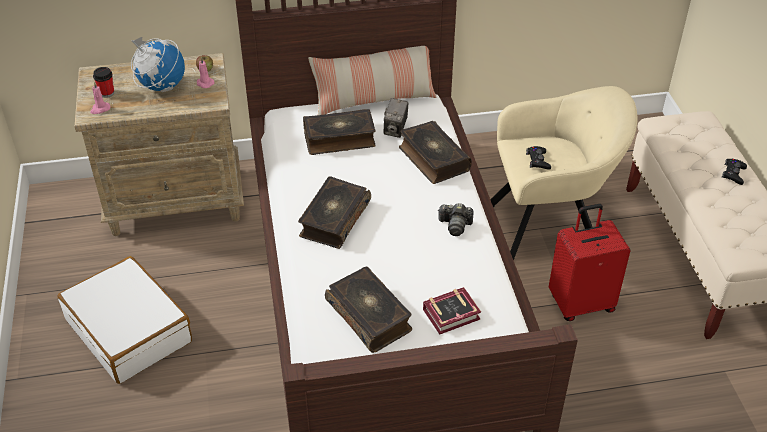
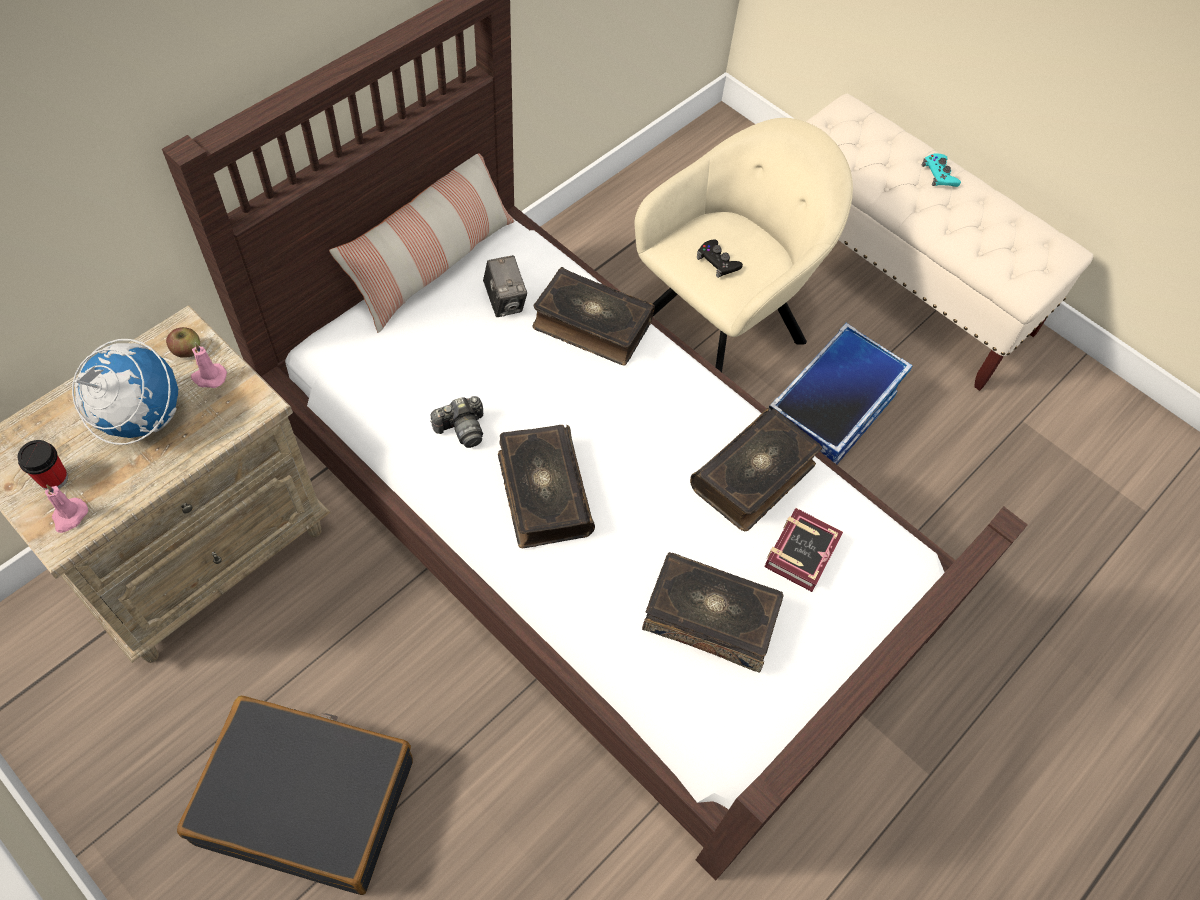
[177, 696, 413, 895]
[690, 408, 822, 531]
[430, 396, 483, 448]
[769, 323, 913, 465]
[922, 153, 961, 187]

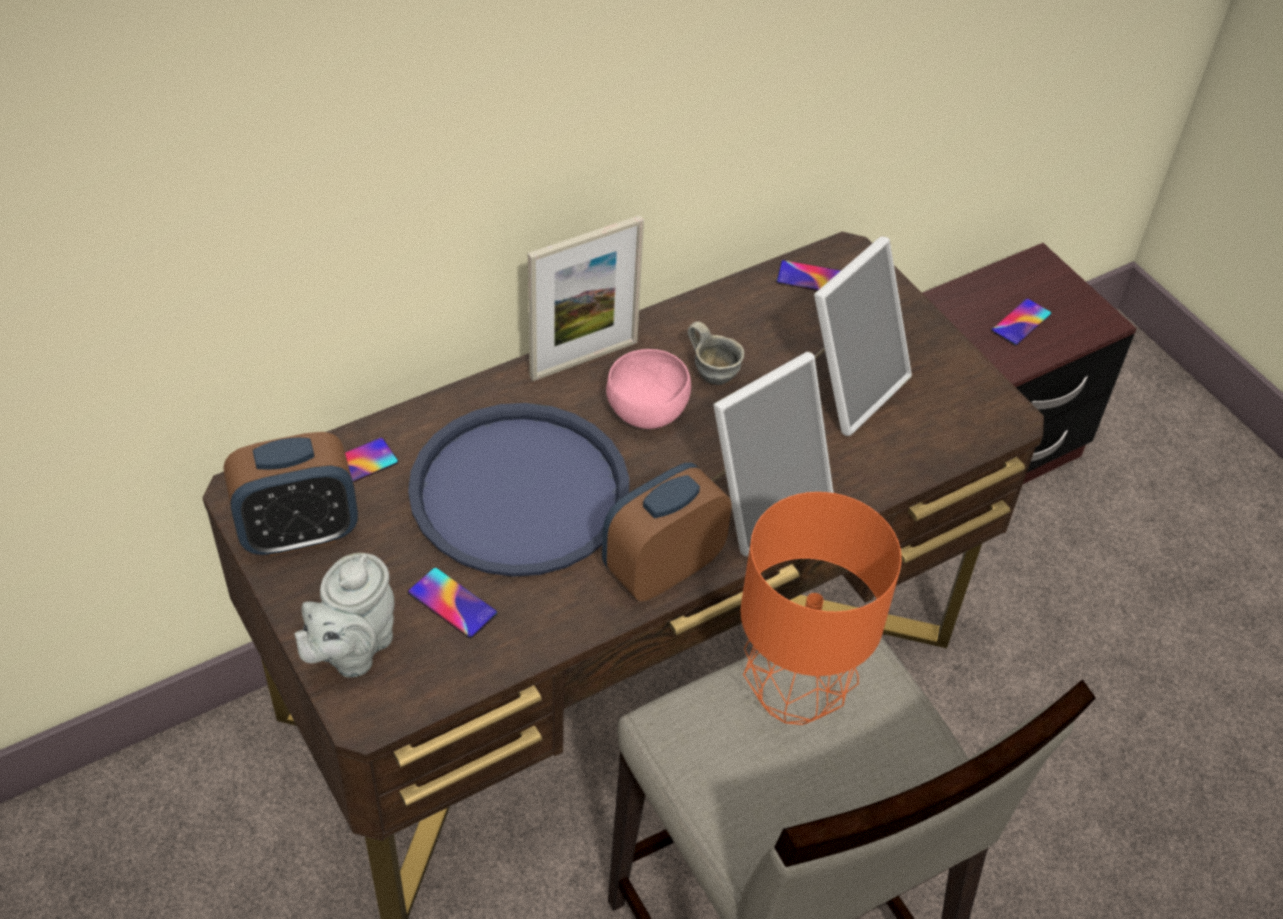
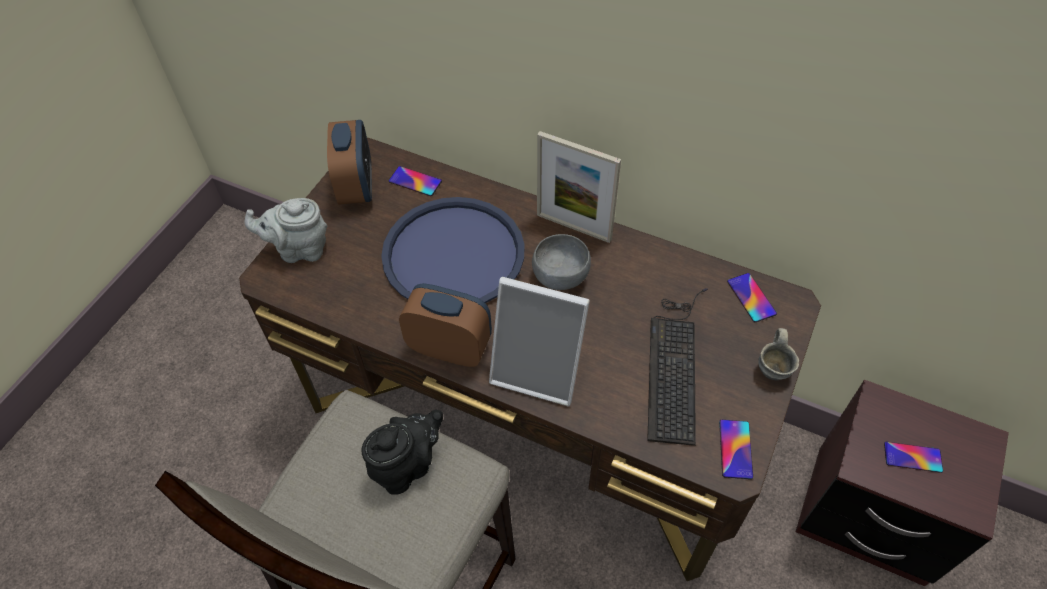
[327, 120, 372, 205]
[719, 420, 753, 479]
[532, 234, 591, 290]
[758, 328, 799, 380]
[361, 410, 443, 495]
[647, 288, 708, 446]

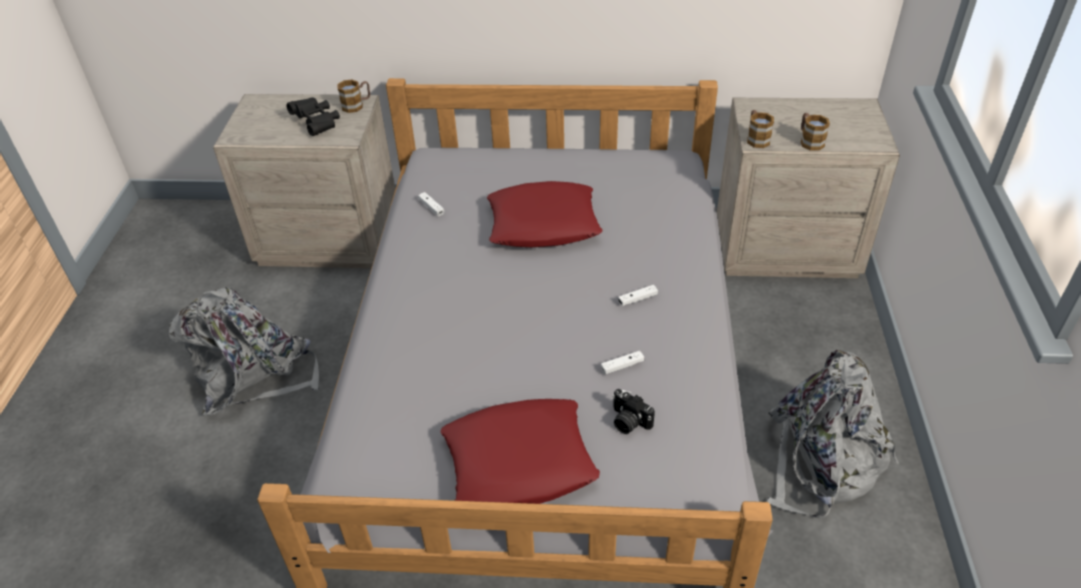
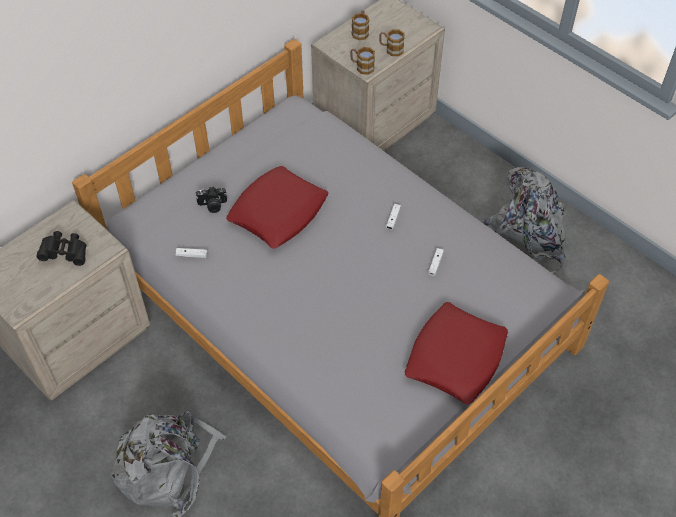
[352, 10, 369, 40]
[196, 187, 227, 213]

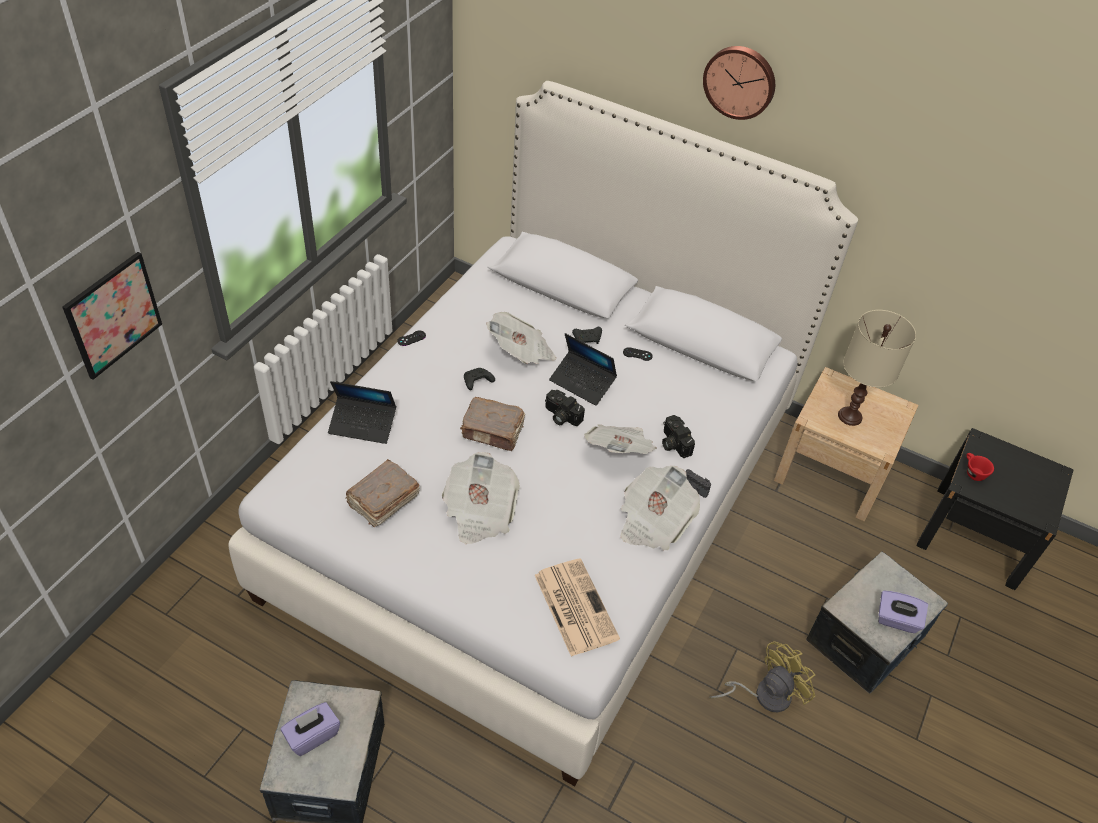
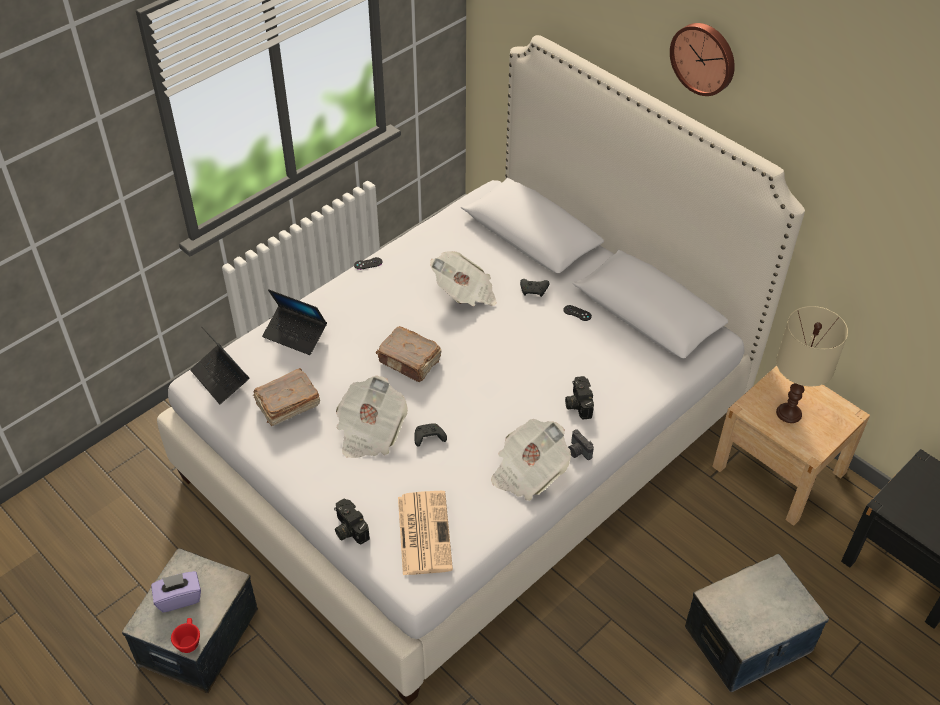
[62, 252, 162, 380] (first image)
[414, 423, 447, 447]
[334, 499, 370, 544]
[190, 327, 249, 404]
[584, 424, 657, 454] (first image)
[709, 641, 816, 712] (first image)
[878, 590, 928, 633] (first image)
[171, 618, 200, 653]

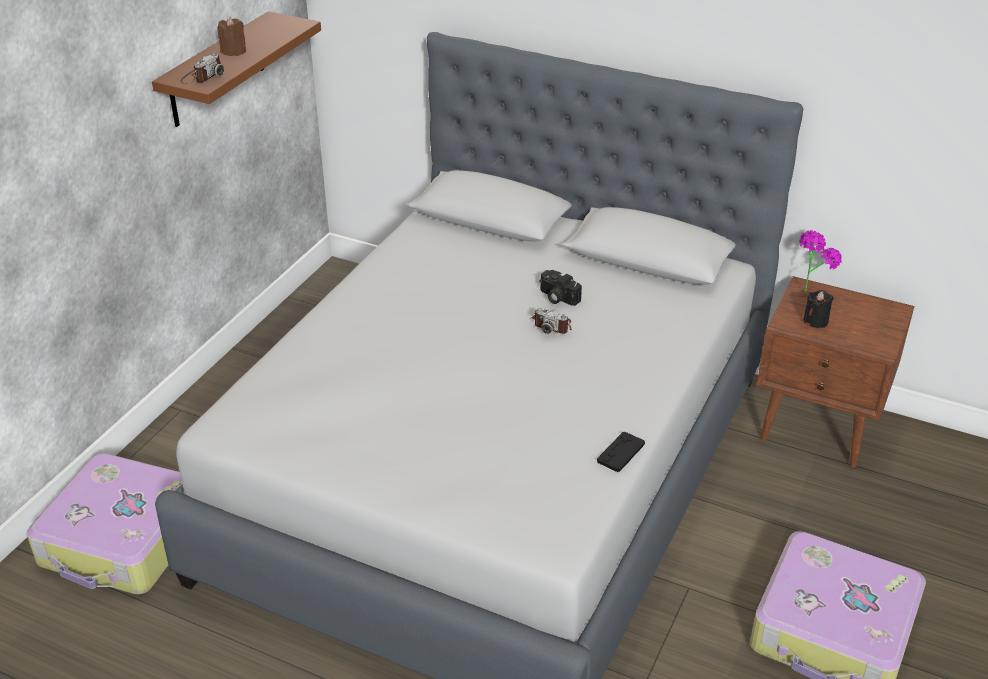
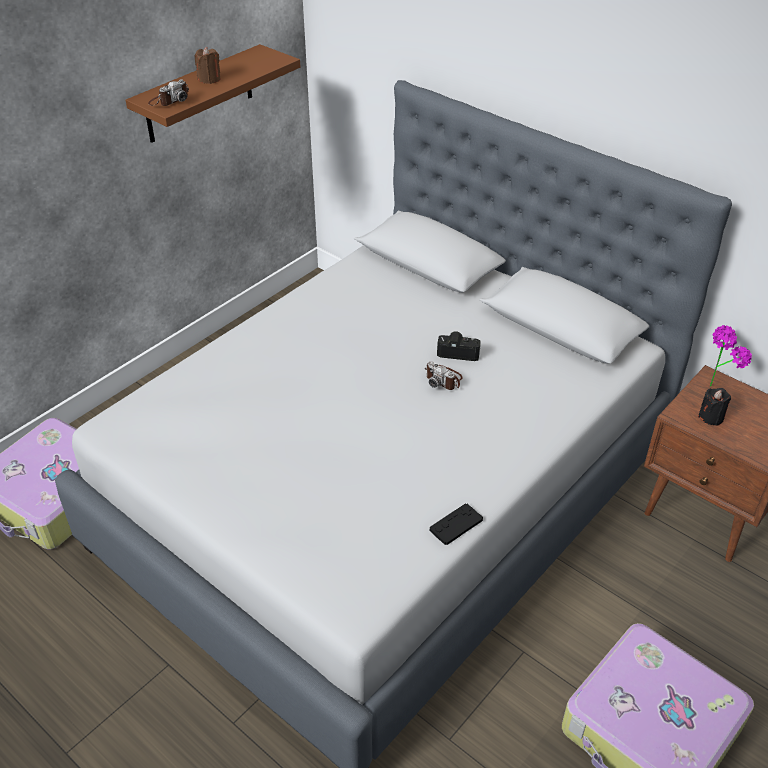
[437, 331, 481, 361]

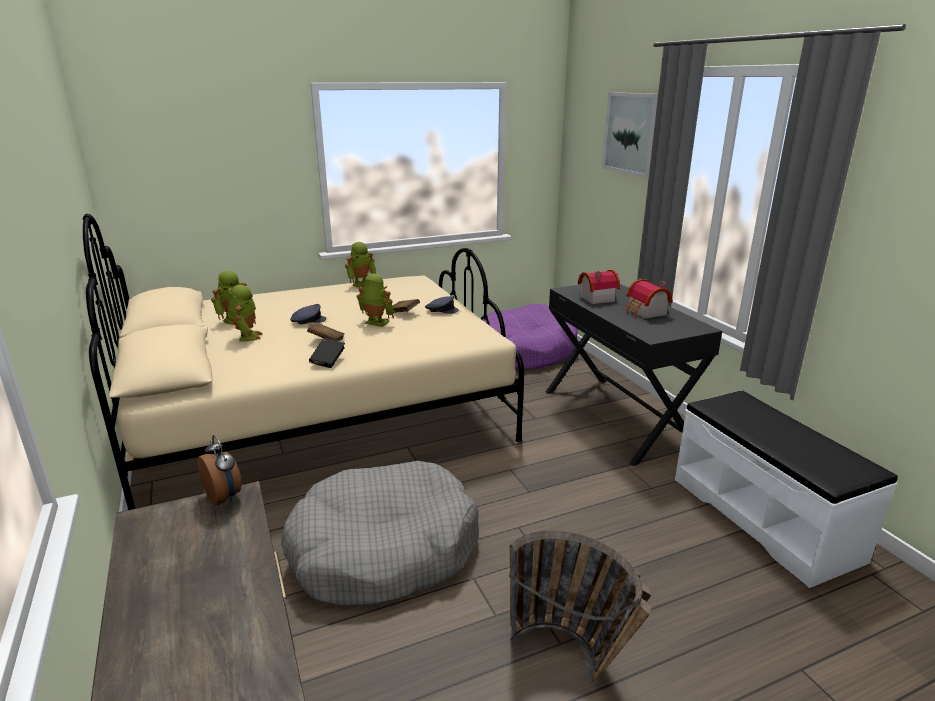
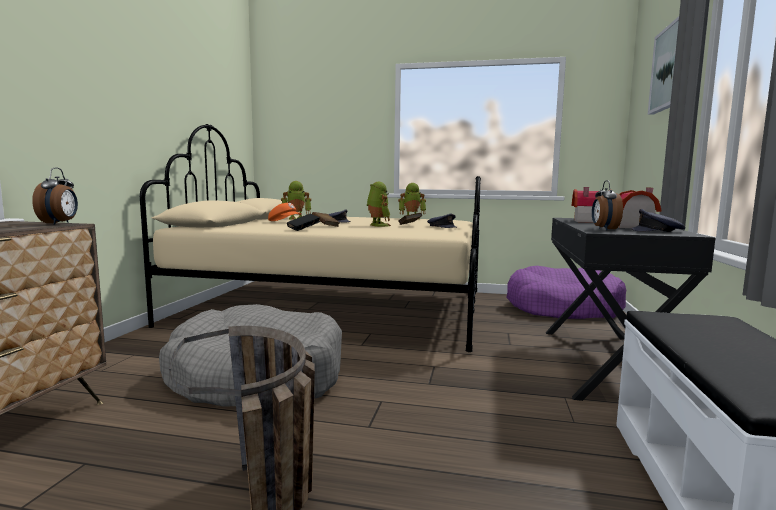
[268, 203, 302, 221]
[592, 180, 623, 230]
[631, 209, 686, 232]

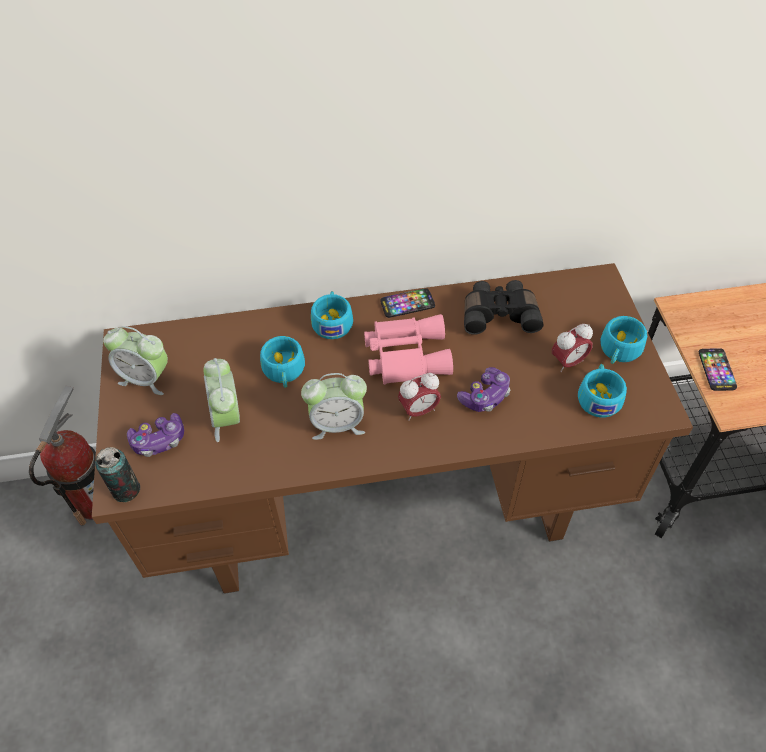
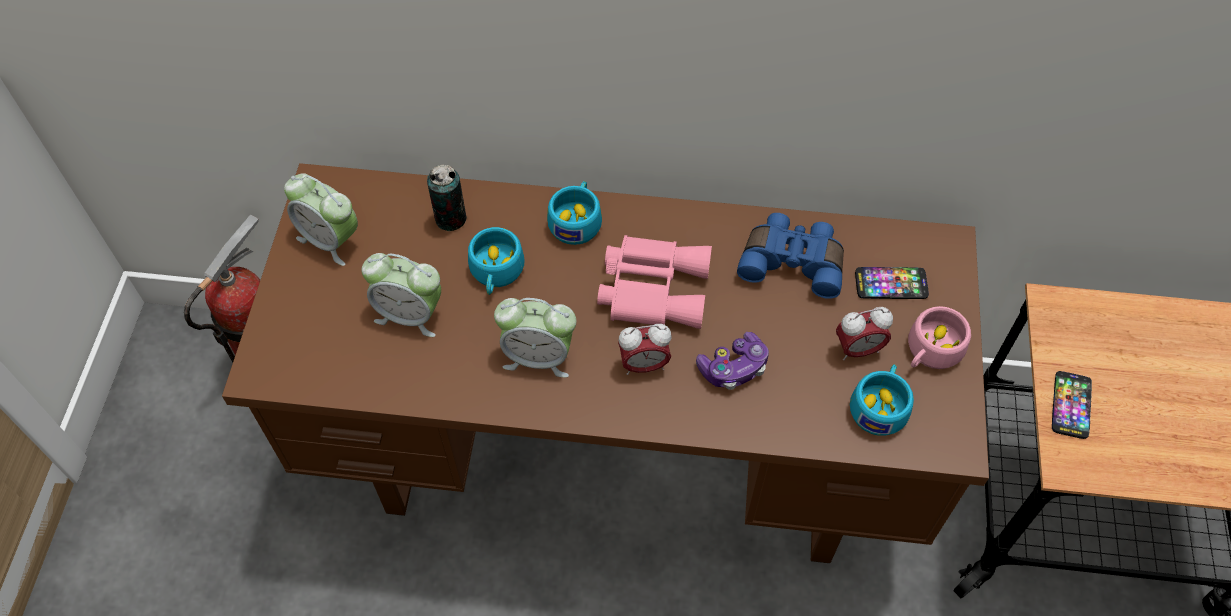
[427, 164, 467, 231]
[127, 413, 184, 457] (first image)
[362, 253, 441, 337]
[855, 267, 929, 299]
[737, 213, 844, 299]
[908, 306, 971, 369]

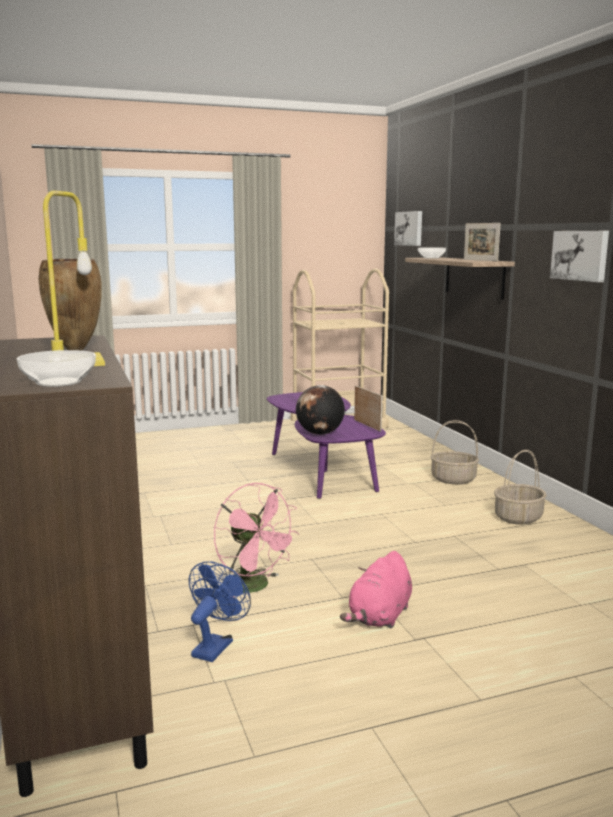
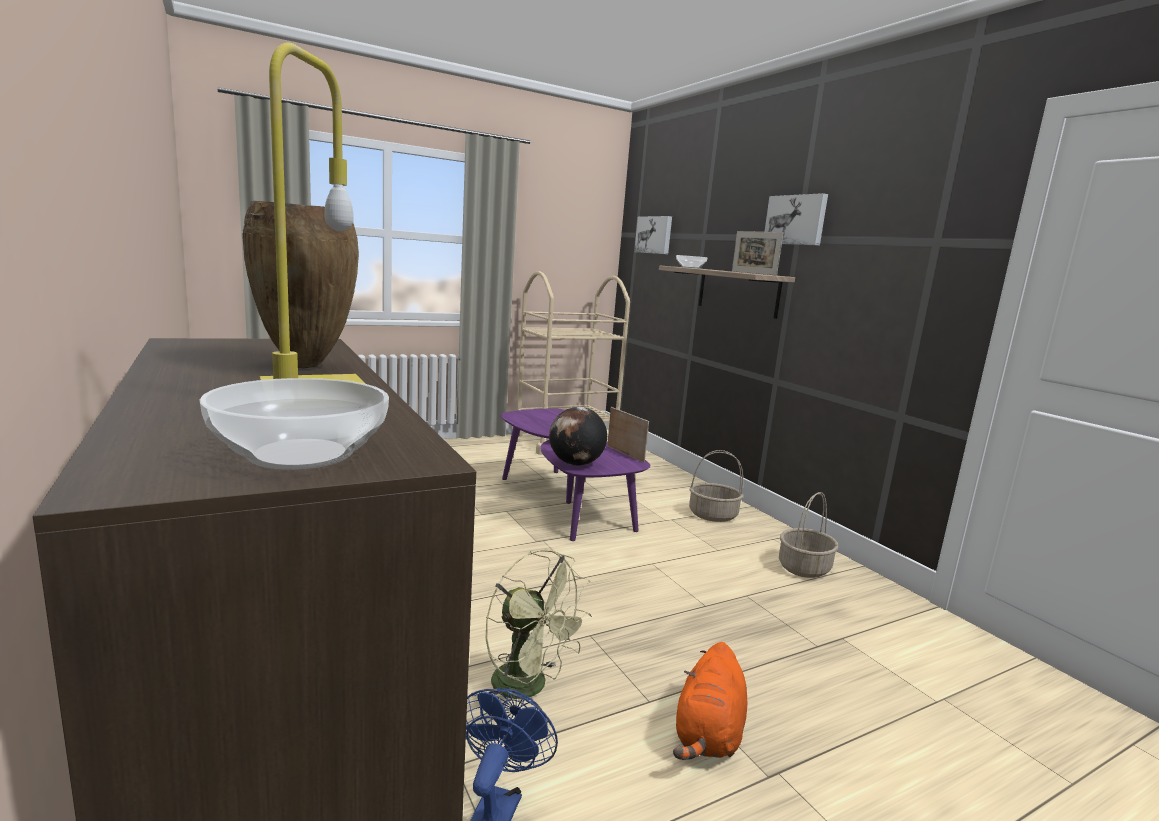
[486, 549, 592, 709]
[673, 642, 747, 760]
[764, 193, 828, 246]

